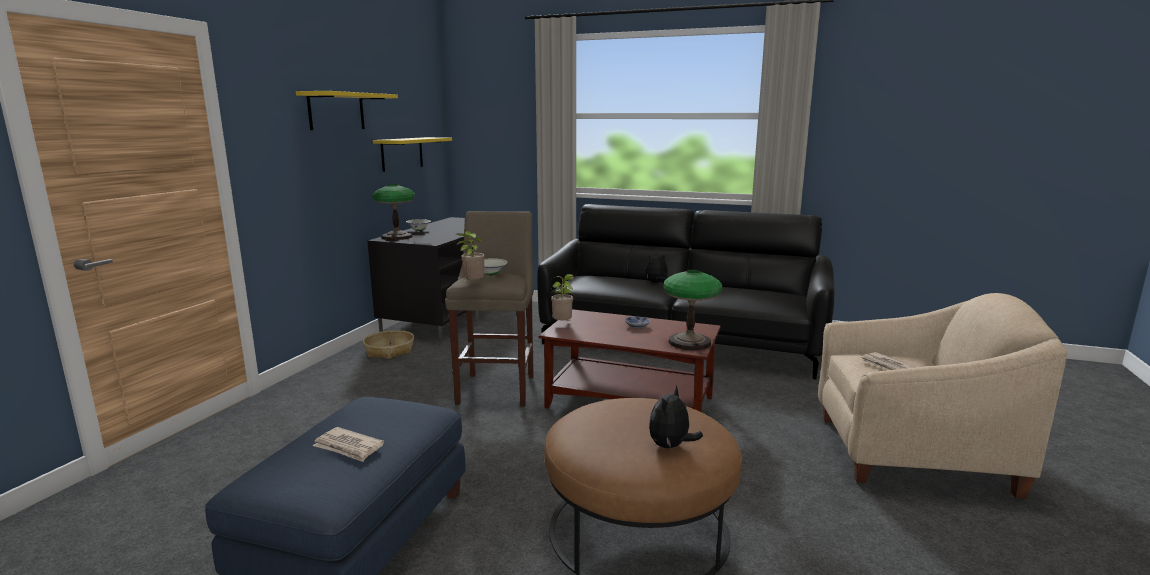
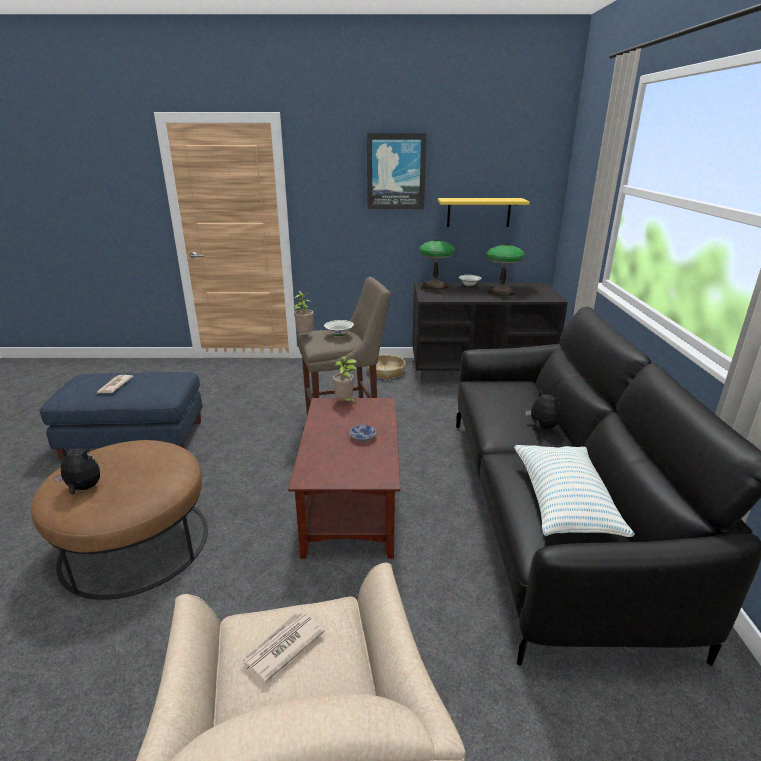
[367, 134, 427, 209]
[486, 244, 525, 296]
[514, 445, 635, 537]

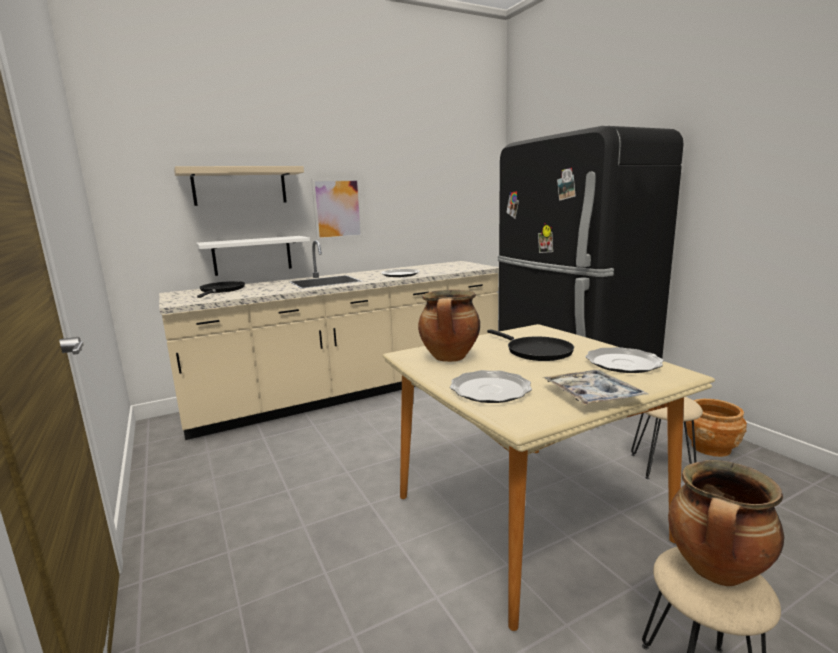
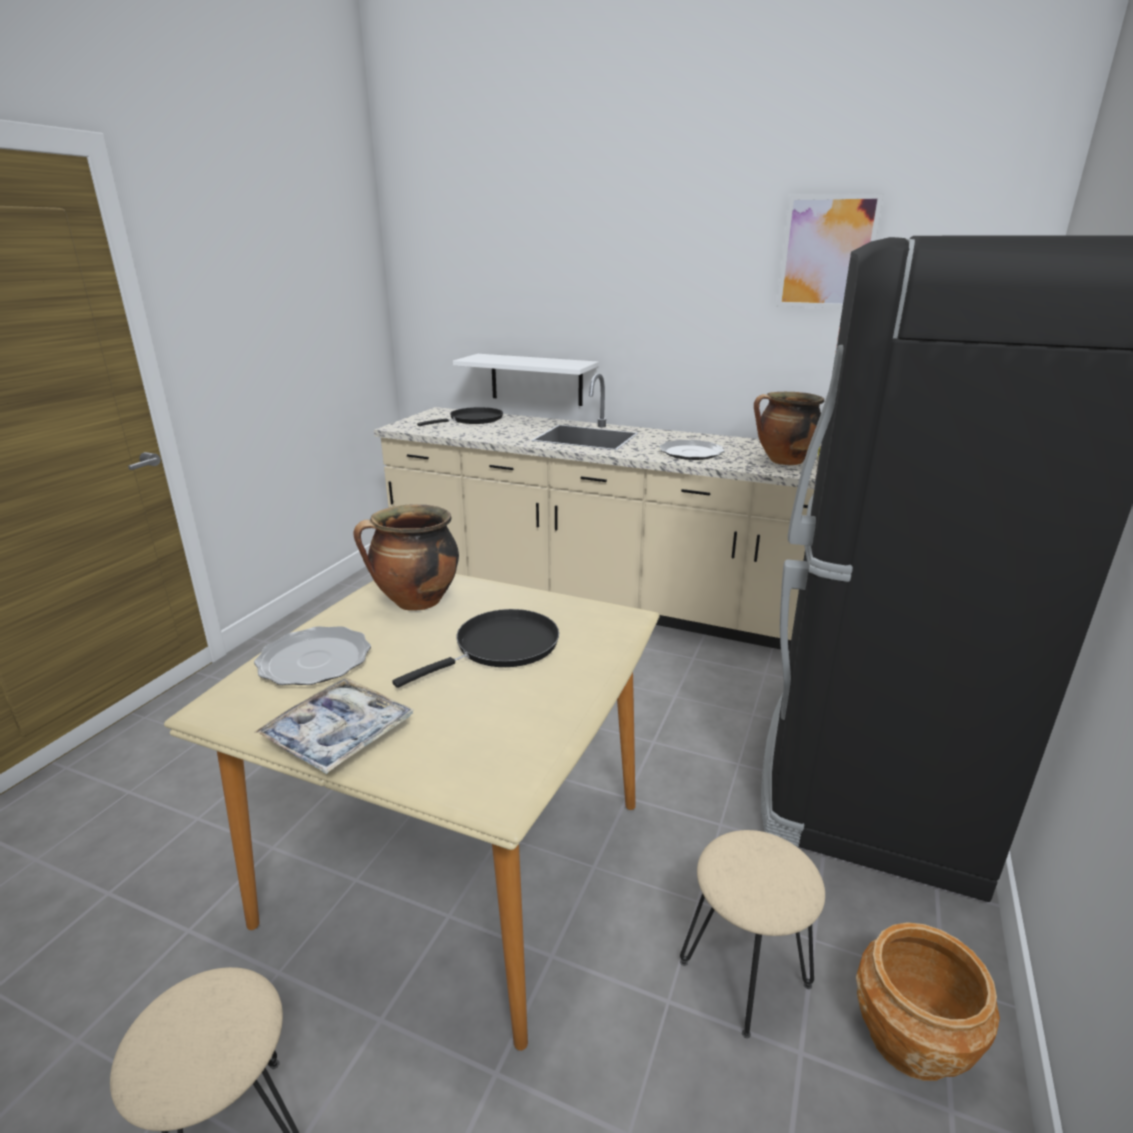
[174, 166, 304, 206] (first image)
[776, 193, 884, 309]
[392, 609, 559, 688]
[585, 347, 664, 373] (first image)
[754, 392, 824, 465]

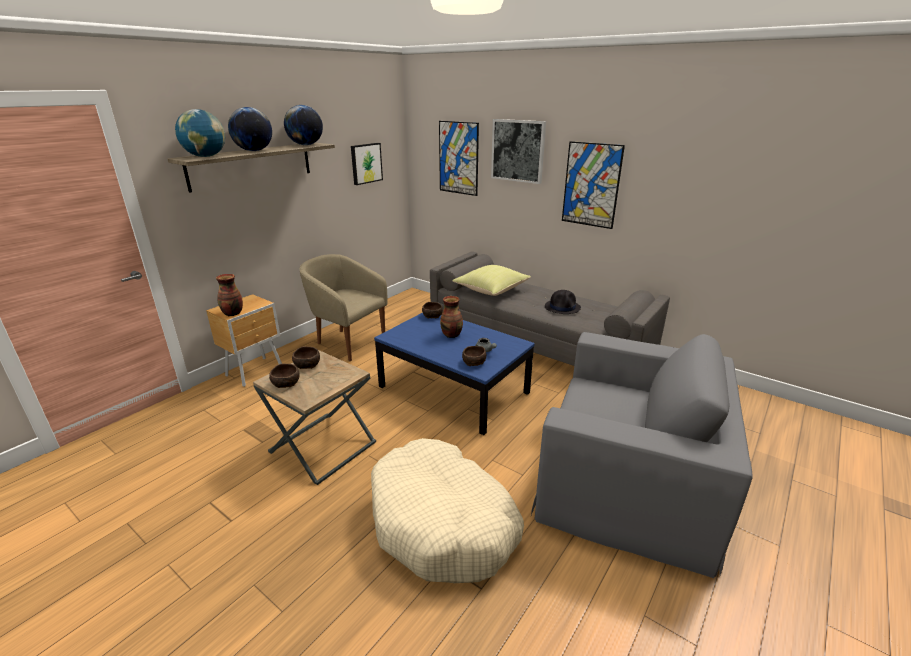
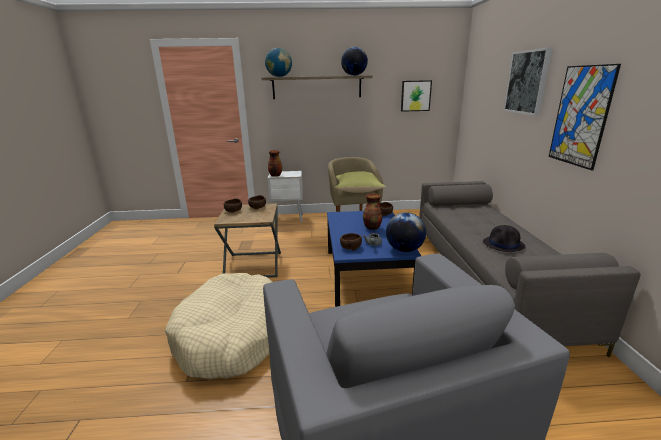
[268, 171, 303, 223]
[386, 212, 426, 252]
[439, 121, 479, 196] (first image)
[335, 171, 386, 193]

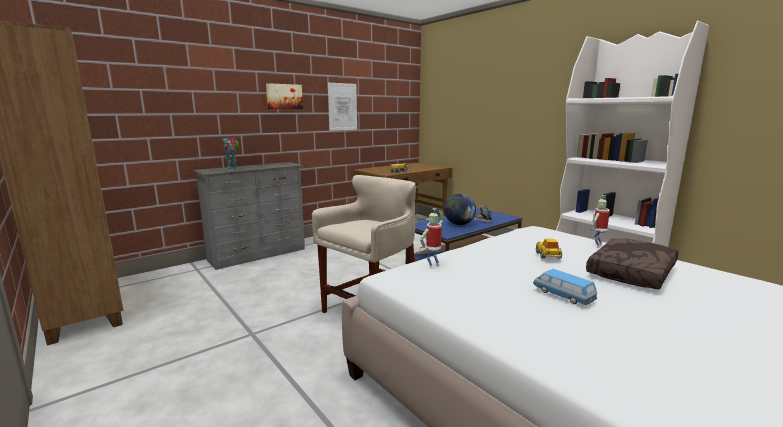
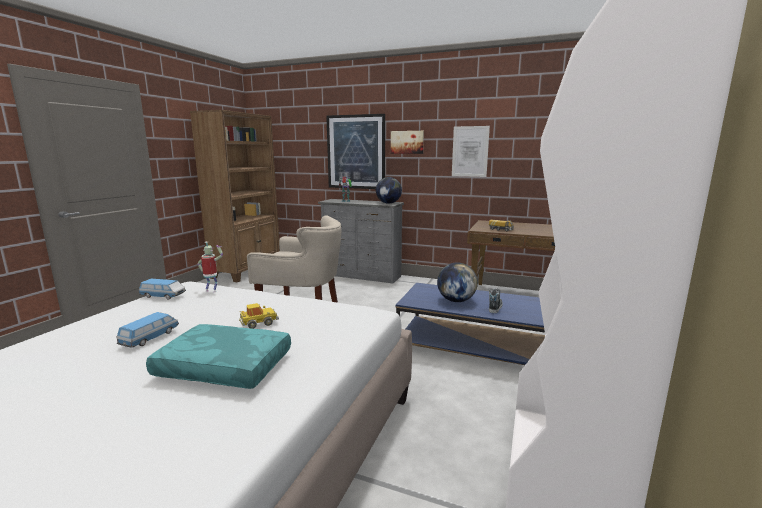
[146, 324, 291, 389]
[591, 195, 610, 248] (first image)
[139, 279, 186, 300]
[326, 114, 385, 189]
[376, 177, 402, 204]

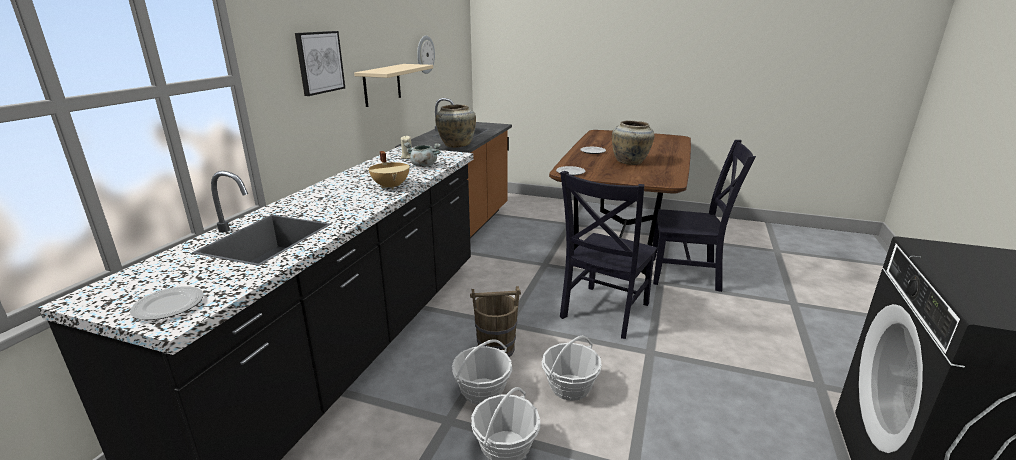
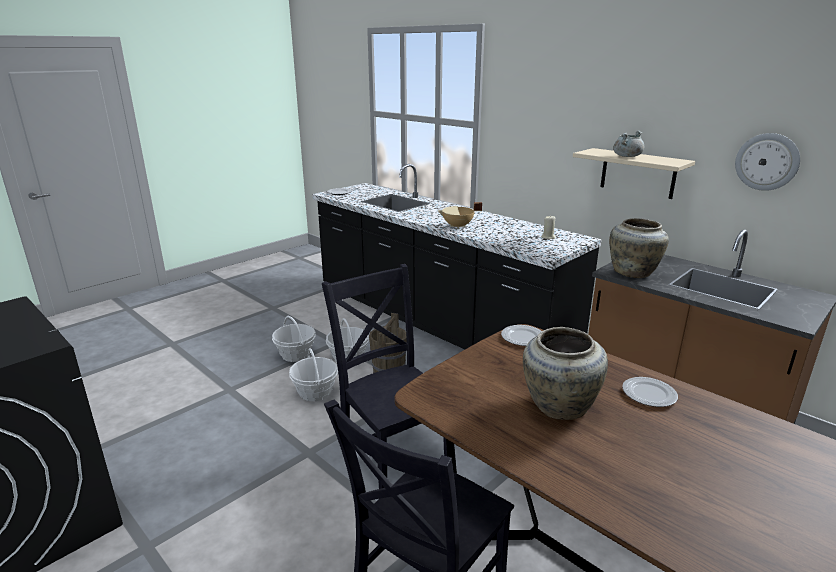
[295, 31, 345, 96] (first image)
[613, 130, 644, 157]

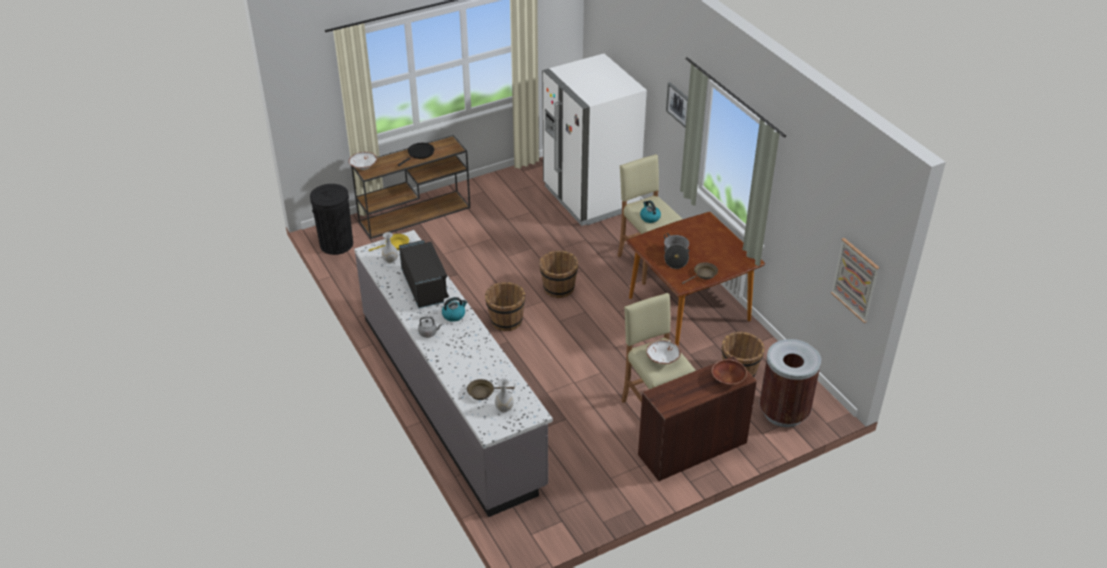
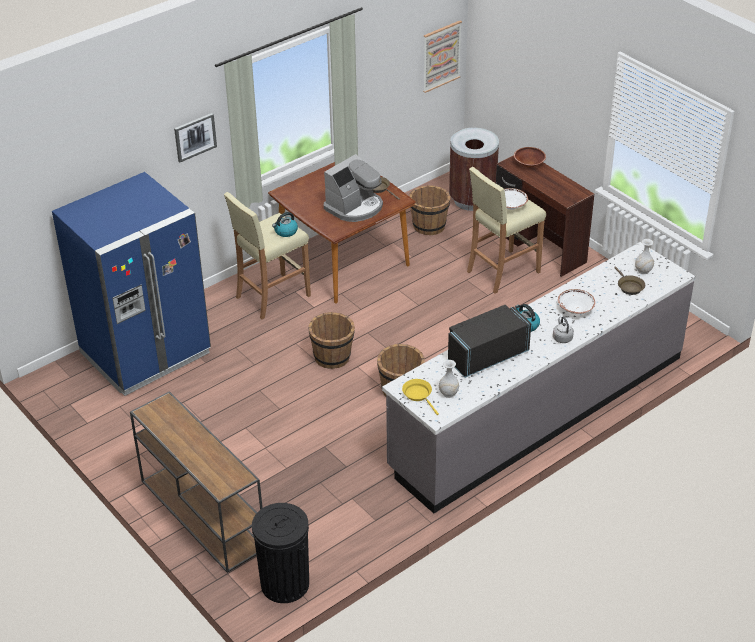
[558, 289, 595, 314]
[398, 143, 434, 166] (first image)
[52, 172, 211, 396]
[324, 154, 383, 222]

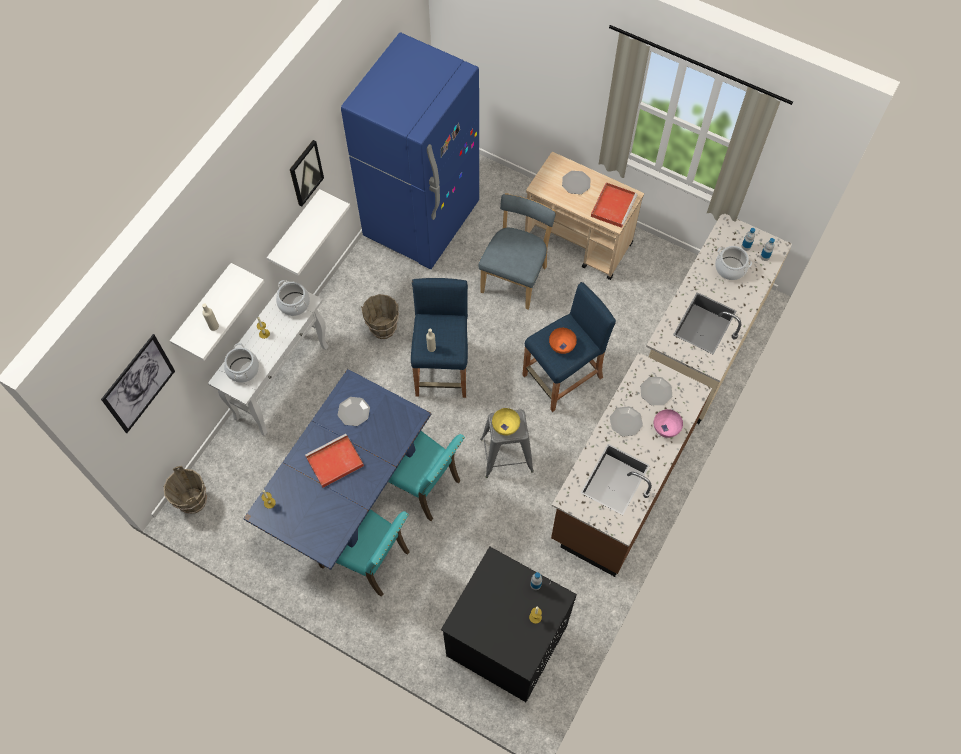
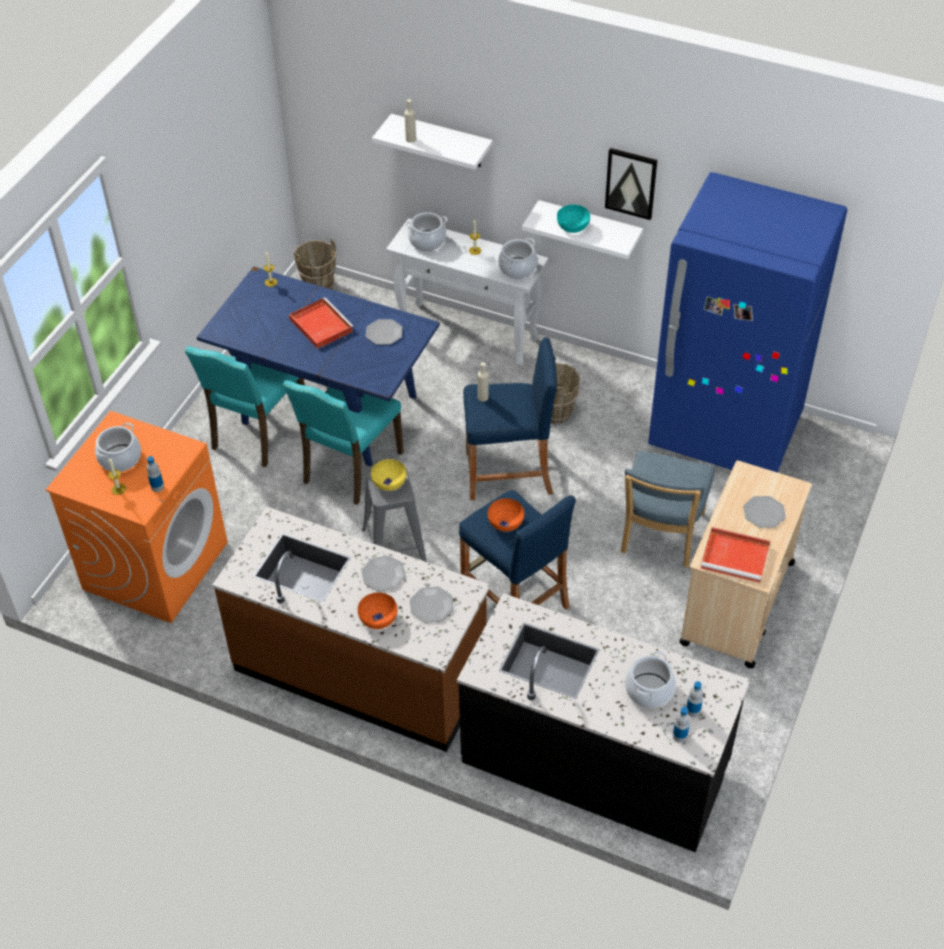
[101, 334, 175, 433] (first image)
[46, 411, 228, 623]
[621, 451, 715, 567]
[457, 593, 750, 853]
[358, 593, 397, 629]
[95, 423, 141, 472]
[557, 205, 590, 233]

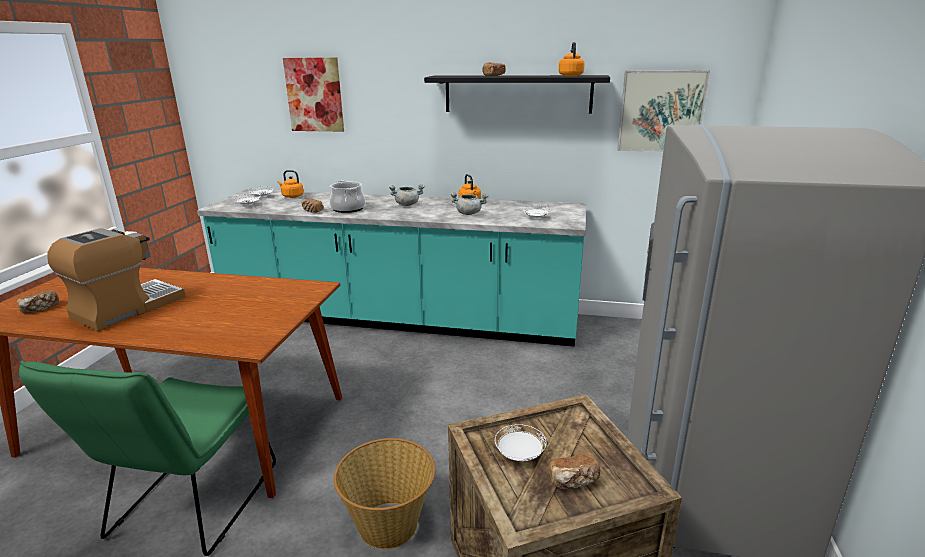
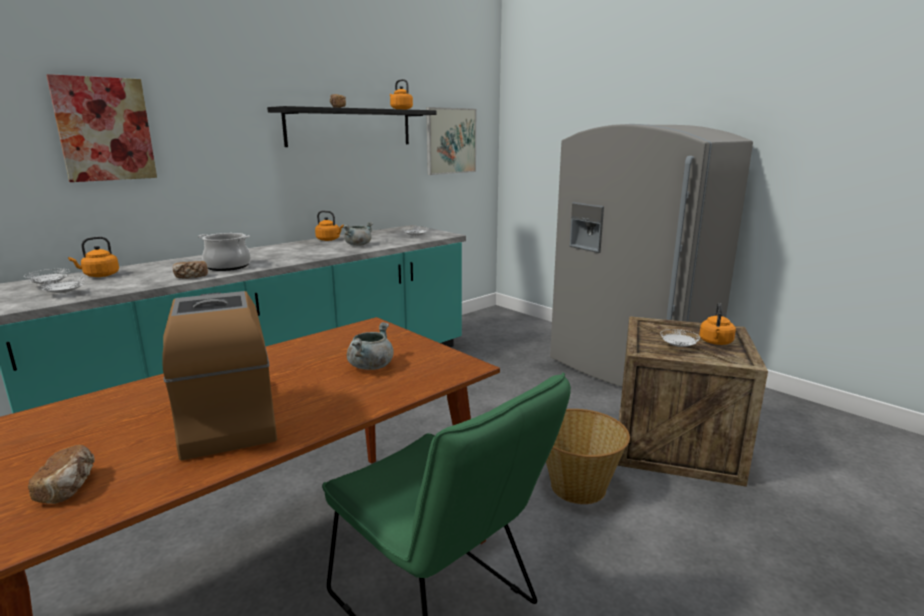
[347, 322, 394, 370]
[699, 303, 736, 345]

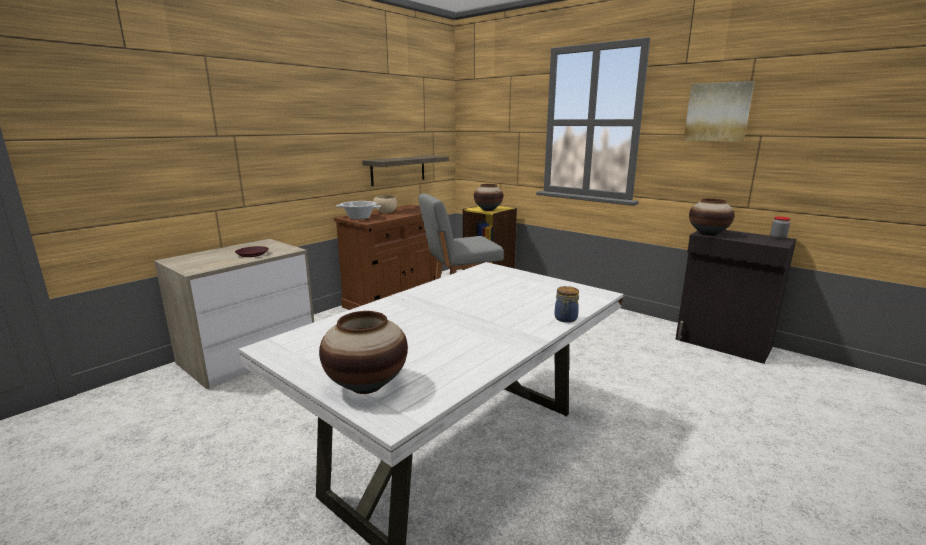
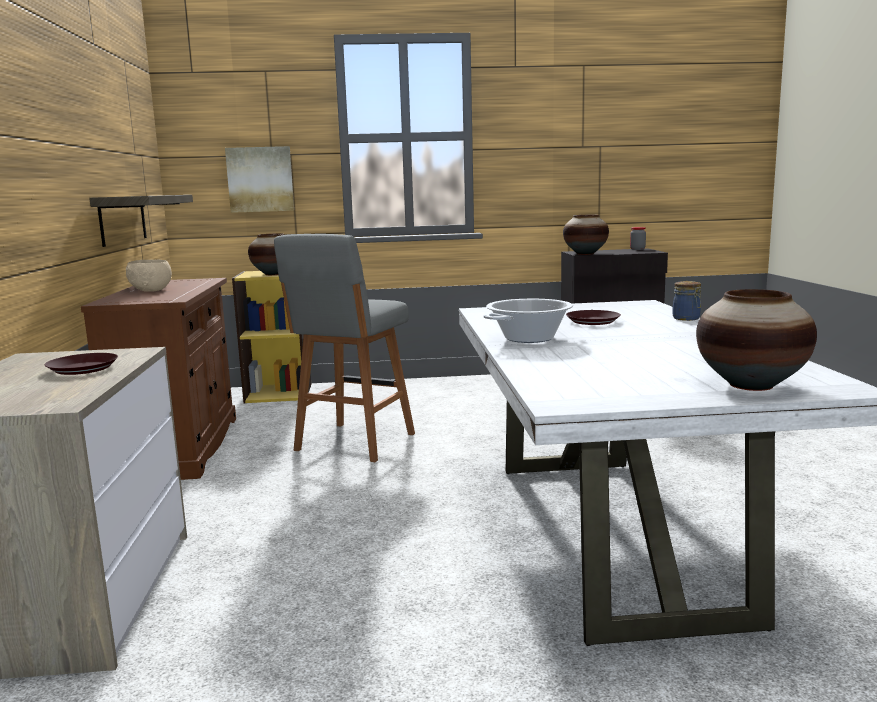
[483, 299, 573, 343]
[225, 146, 294, 213]
[566, 310, 621, 325]

